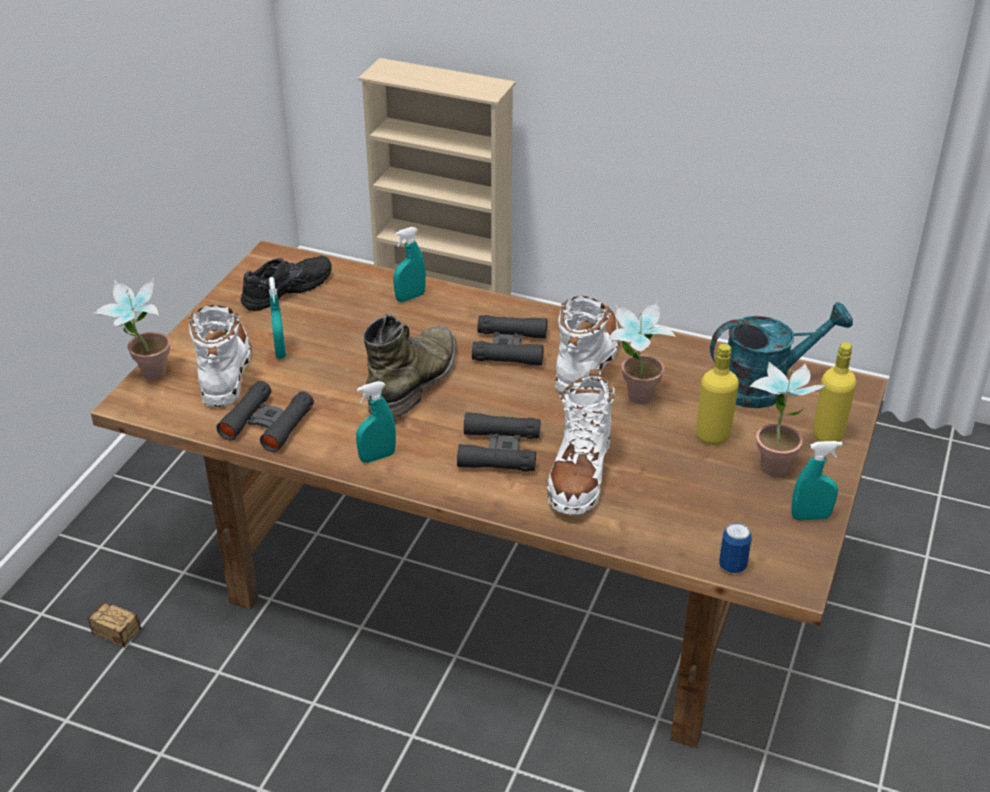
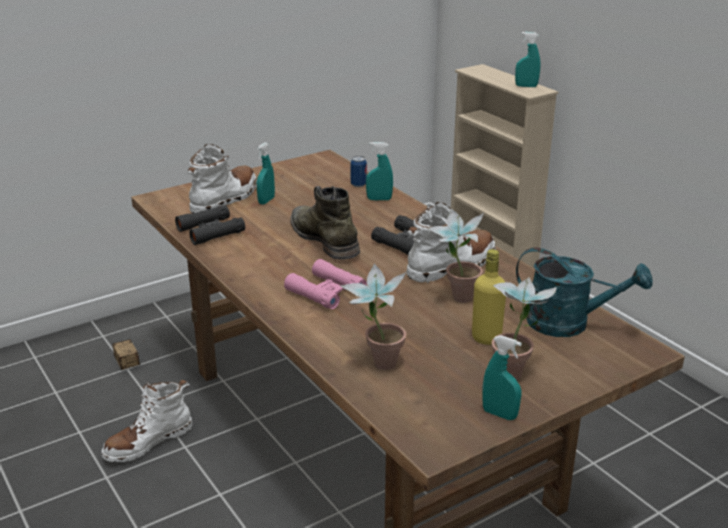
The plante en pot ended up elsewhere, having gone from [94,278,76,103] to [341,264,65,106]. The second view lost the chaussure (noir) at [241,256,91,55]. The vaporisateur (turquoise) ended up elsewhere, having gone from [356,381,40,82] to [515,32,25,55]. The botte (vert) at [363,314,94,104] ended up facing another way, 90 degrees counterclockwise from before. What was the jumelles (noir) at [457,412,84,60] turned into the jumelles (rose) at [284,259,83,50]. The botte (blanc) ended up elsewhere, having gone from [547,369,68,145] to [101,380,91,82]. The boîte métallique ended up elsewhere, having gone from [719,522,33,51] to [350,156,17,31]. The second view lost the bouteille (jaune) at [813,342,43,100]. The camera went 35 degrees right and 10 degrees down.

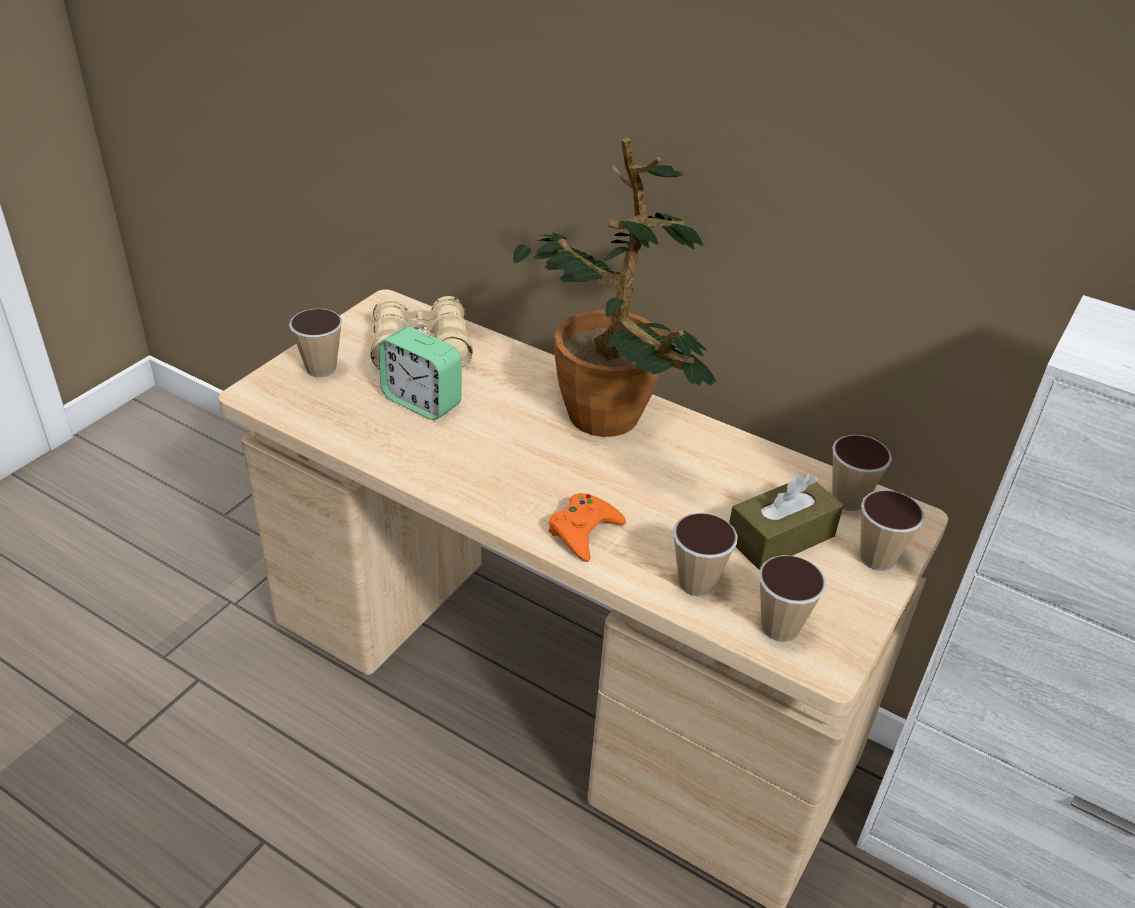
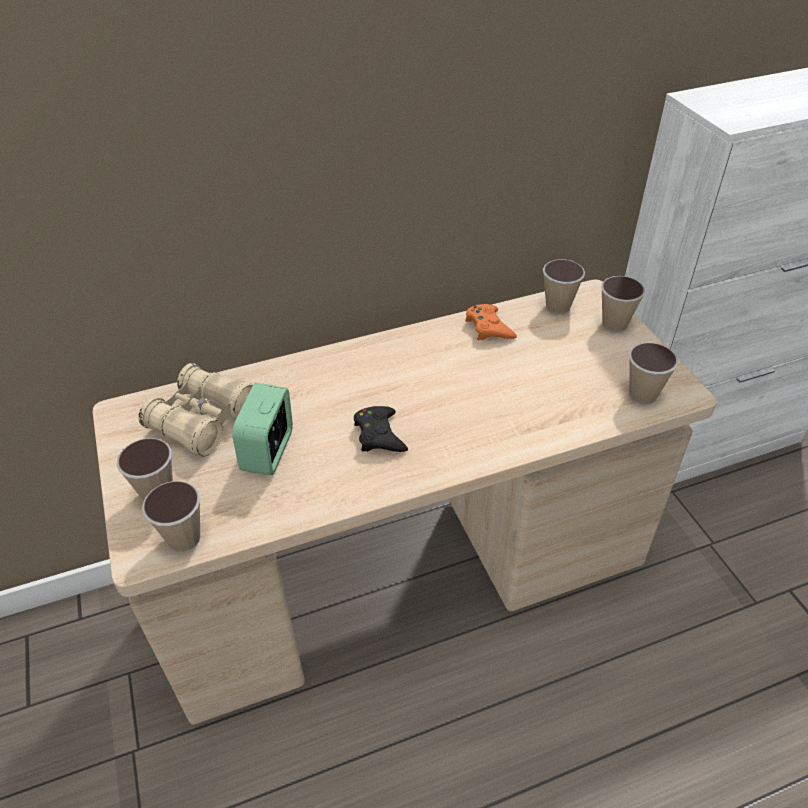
The réveil at [379,327,83,93] ended up facing another way, 120 degrees clockwise from before. The second view lost the plante en pot at [513,137,203,300]. The manette (orange) ended up elsewhere, having gone from [548,493,78,69] to [465,304,52,36]. The tasse ended up elsewhere, having gone from [673,513,65,84] to [142,481,58,71]. The second view lost the boîte à mouchoirs (marron) at [729,473,114,97]. The second view gained the manette (noir) at [354,406,54,46]. The camera went 50 degrees left and 5 degrees up.

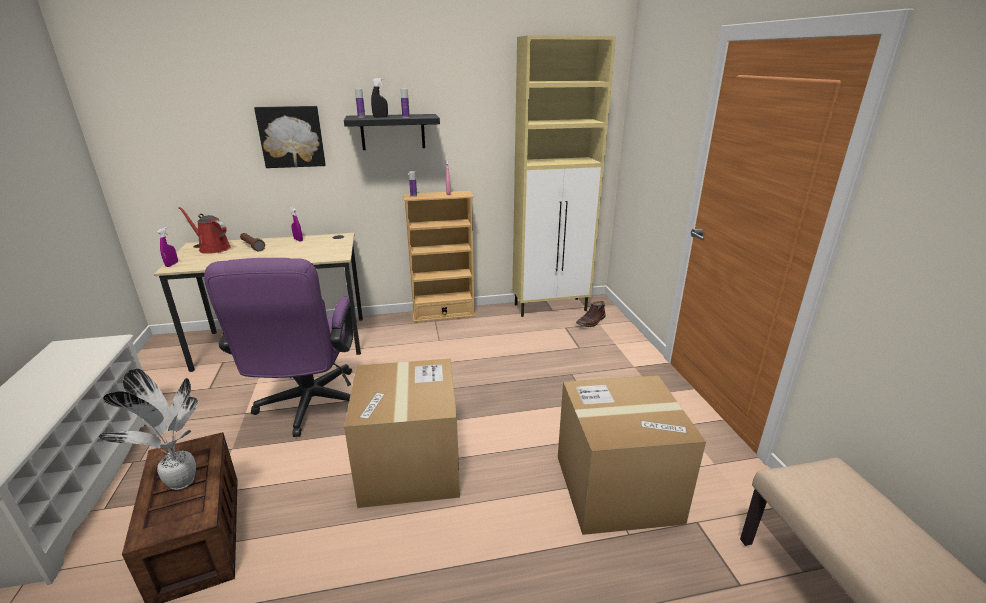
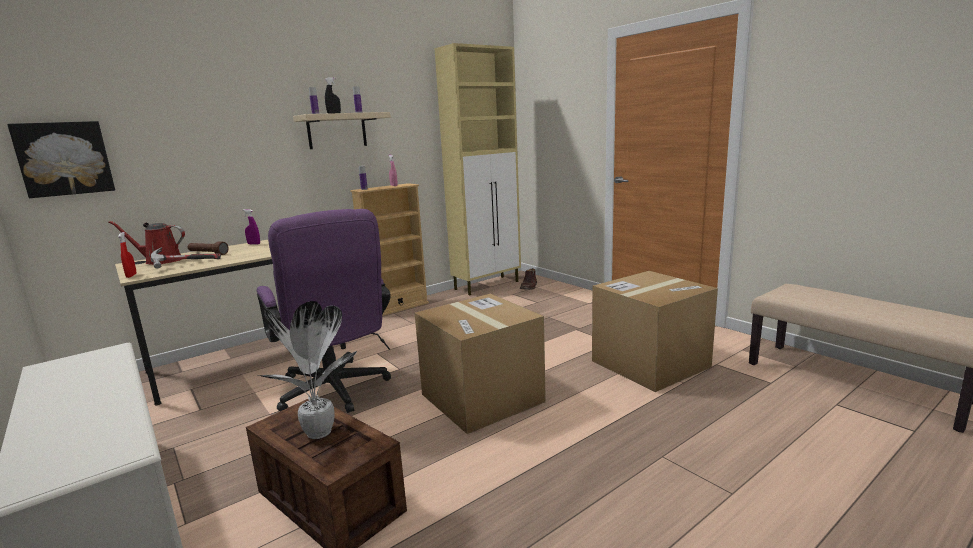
What was the vaporisateur (violet) at [157,227,21,40] turned into the vaporisateur (rouge) at [118,232,19,46]. The tableau ended up elsewhere, having gone from [254,106,72,62] to [7,121,108,77]. What was the étagère (noir) at [344,114,96,36] turned into the étagère (beige) at [293,112,98,37]. The second view gained the marteau at [151,247,70,22]. The camera went 25 degrees left and 10 degrees down.

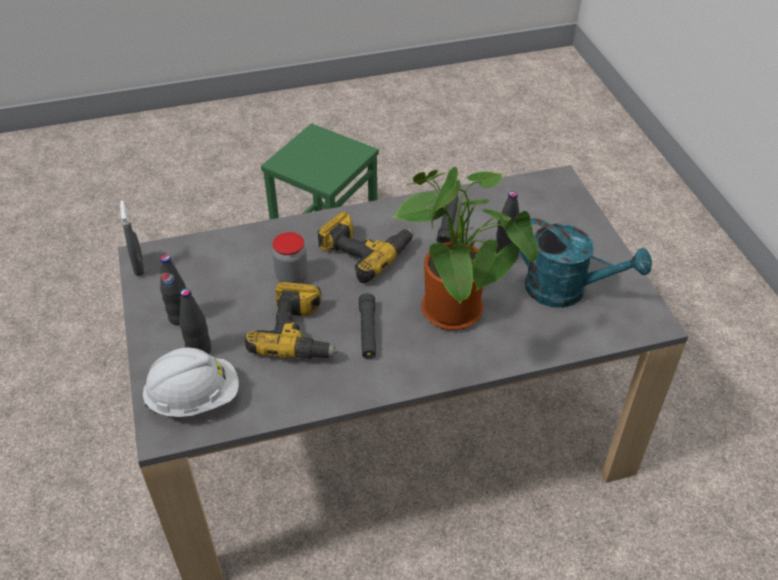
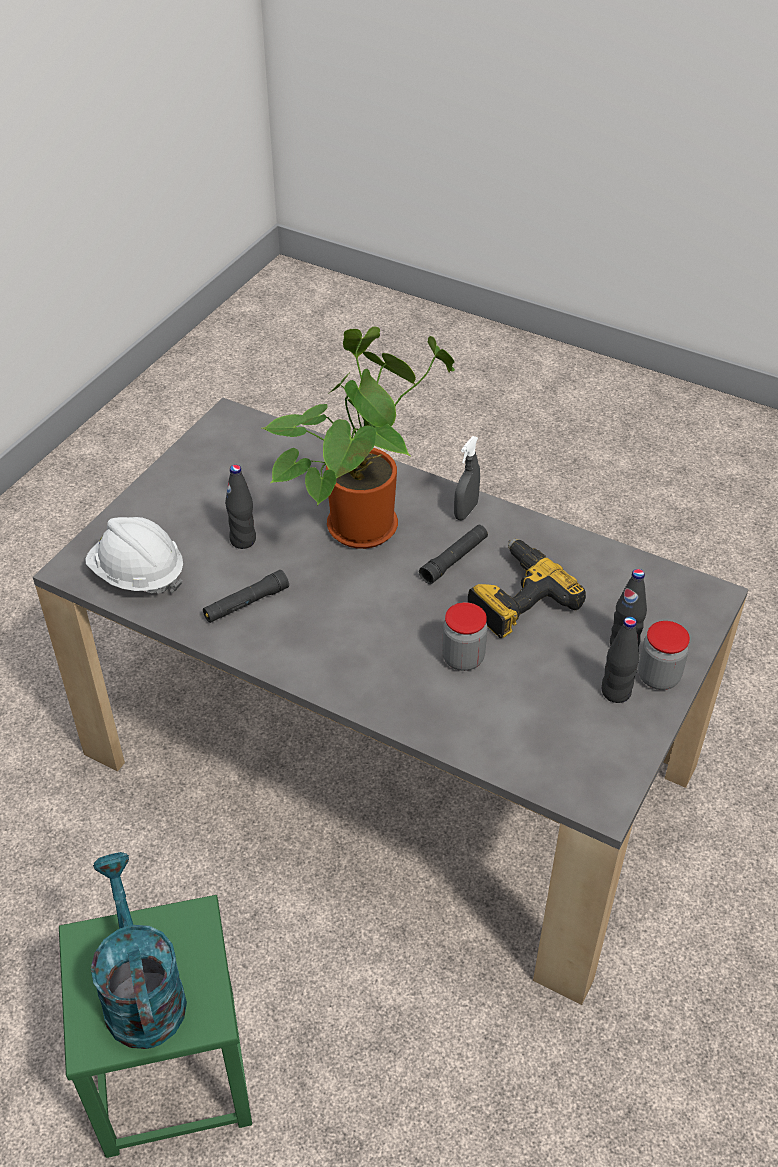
The vaporisateur (gris) ended up elsewhere, having gone from [120,200,24,76] to [454,436,26,84]. The casque de chantier (blanc) ended up elsewhere, having gone from [143,347,96,70] to [85,517,98,76]. The second view lost the perceuse at [317,211,97,72]. The arrosoir (turquoise) ended up elsewhere, having gone from [519,218,133,90] to [91,852,96,197]. The second view gained the bocal at [638,621,52,69]. The camera went 135 degrees left and 0 degrees up.

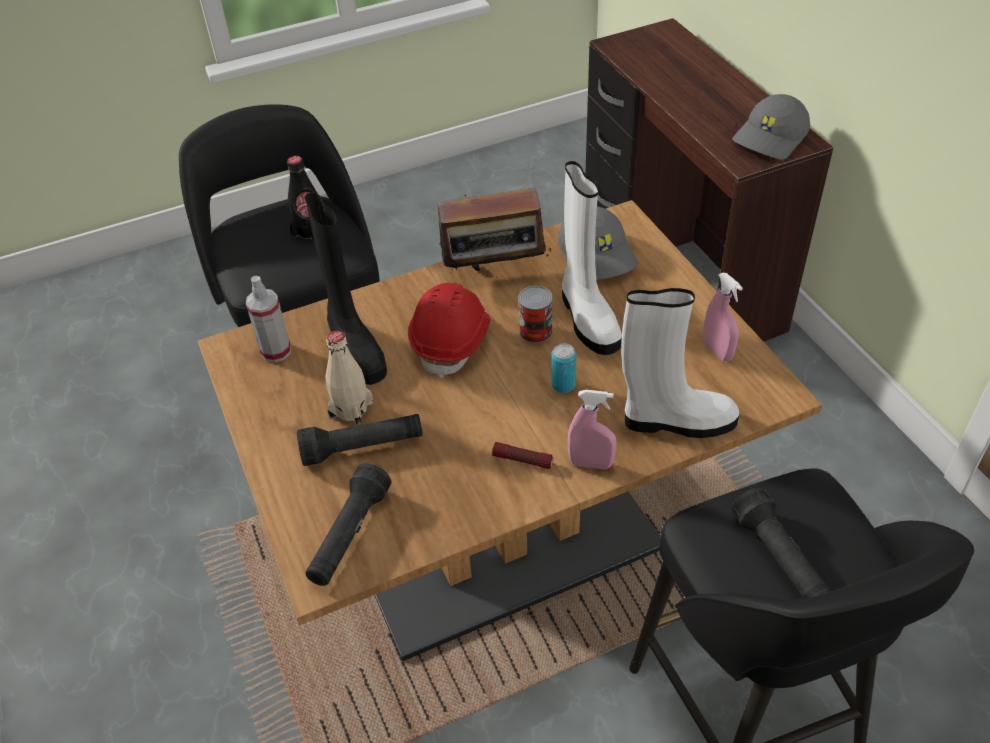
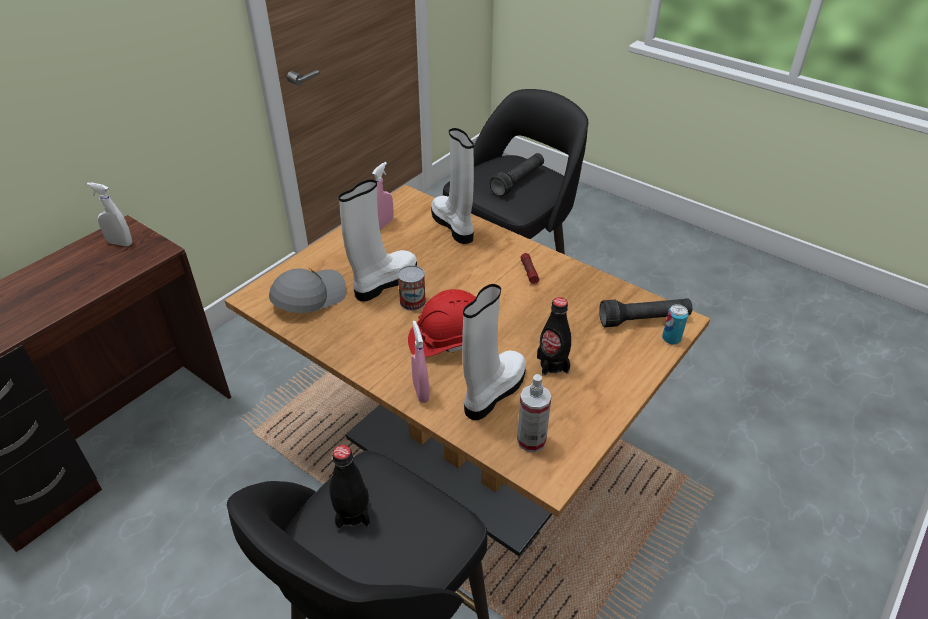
The second view lost the lampe de poche (noir) at [297,414,126,52]. What was the botte (noir) at [305,192,82,193] turned into the botte (blanc) at [462,284,64,136]. What was the bouteille (beige) at [325,330,48,96] turned into the bouteille (noir) at [537,297,34,79]. The second view lost the radio at [427,188,125,85]. The boîte métallique ended up elsewhere, having gone from [551,344,25,49] to [662,304,26,41]. The vaporisateur (rose) ended up elsewhere, having gone from [568,390,49,79] to [411,321,18,82]. Where the casquette (gris) stood at [732,94,78,66], the vaporisateur (blanc) came to stand at [87,182,45,64]. The camera went 120 degrees left and 5 degrees down.

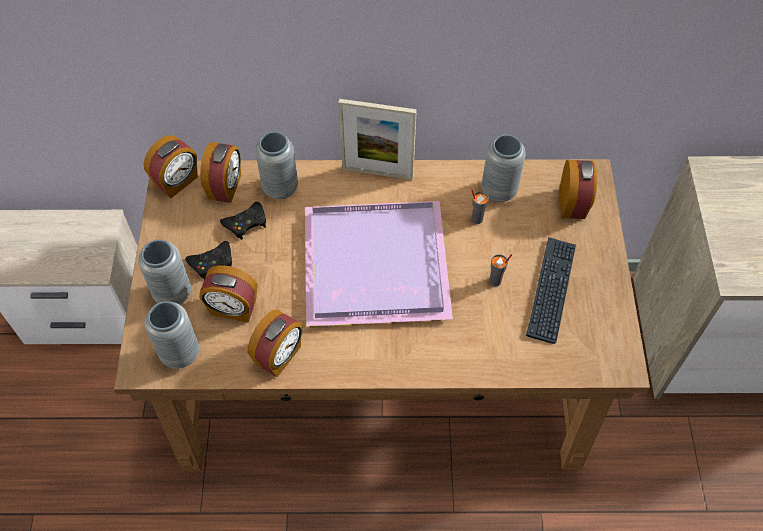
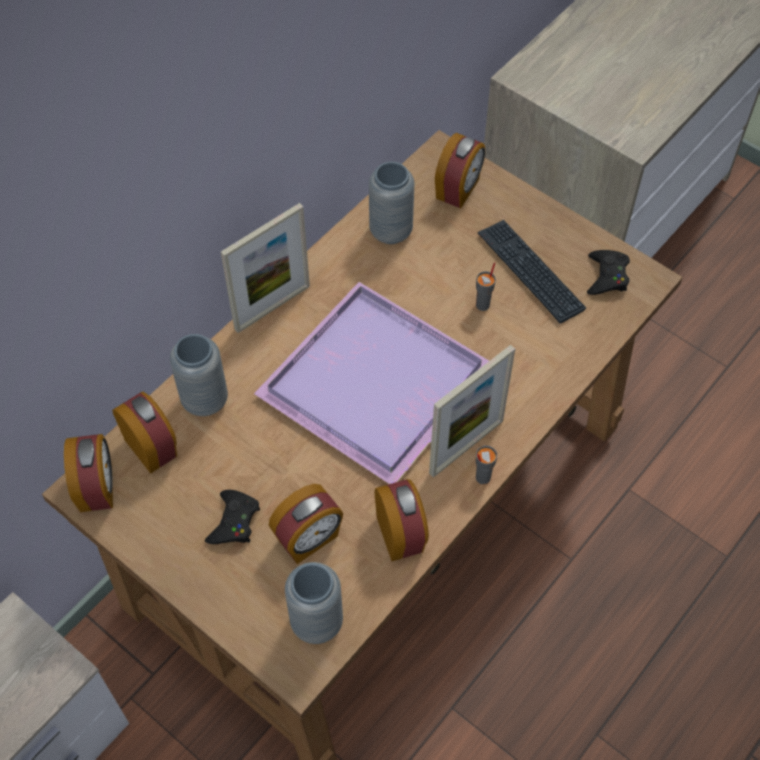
The second view lost the vase (gris) at [138,240,53,65]. The manette (noir) ended up elsewhere, having gone from [220,202,46,38] to [587,250,43,45]. The tasse (gris) ended up elsewhere, having gone from [471,189,18,35] to [476,446,21,38]. The réveil at [559,160,38,59] ended up facing another way, 75 degrees clockwise from before. The second view gained the cadre photo at [429,345,86,132]. The camera went 50 degrees left and 0 degrees up.

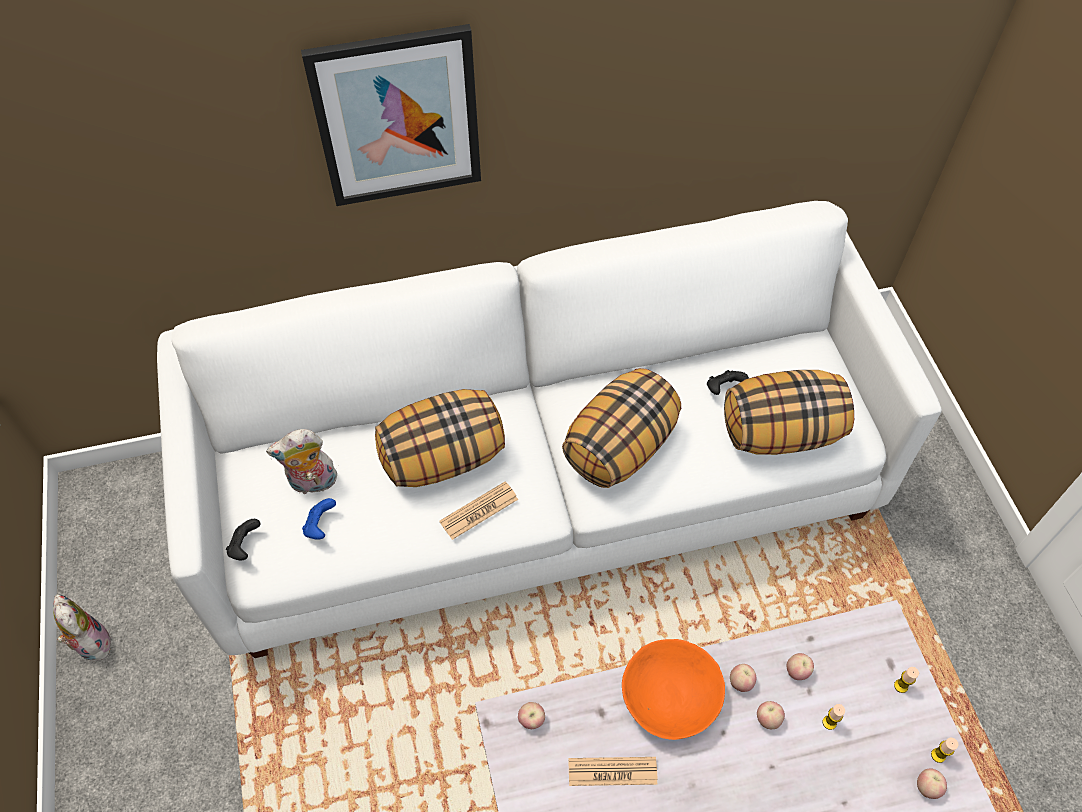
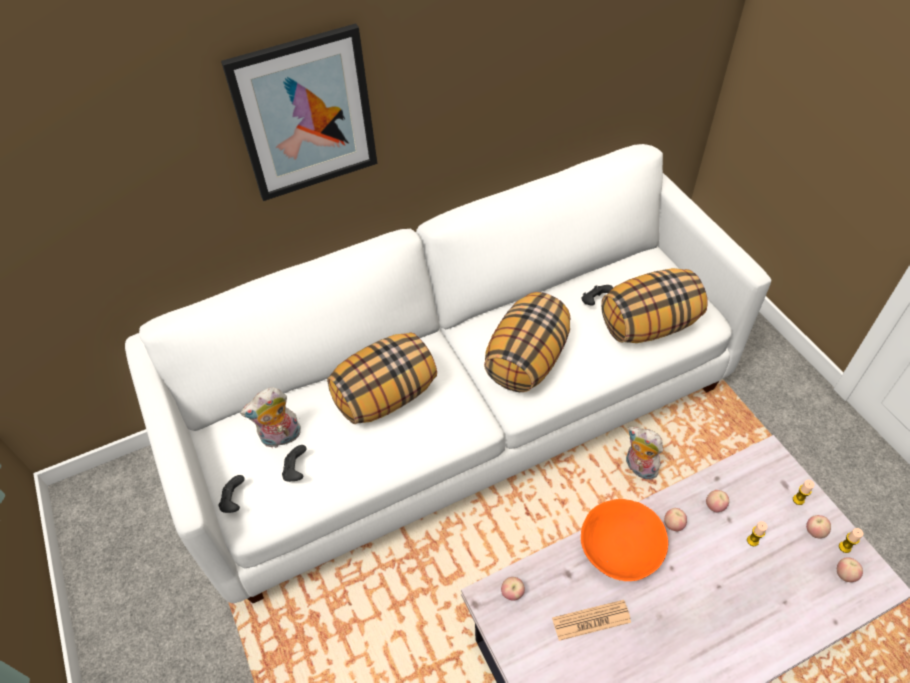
The peluche ended up elsewhere, having gone from [53,594,58,67] to [626,427,37,53]. What was the manette (bleu) at [302,498,34,42] turned into the manette (noir) at [282,445,25,37]. The second view lost the journal at [439,481,79,59]. The pomme ended up elsewhere, having gone from [757,701,28,28] to [806,515,25,23]. The camera went 10 degrees left and 5 degrees down.

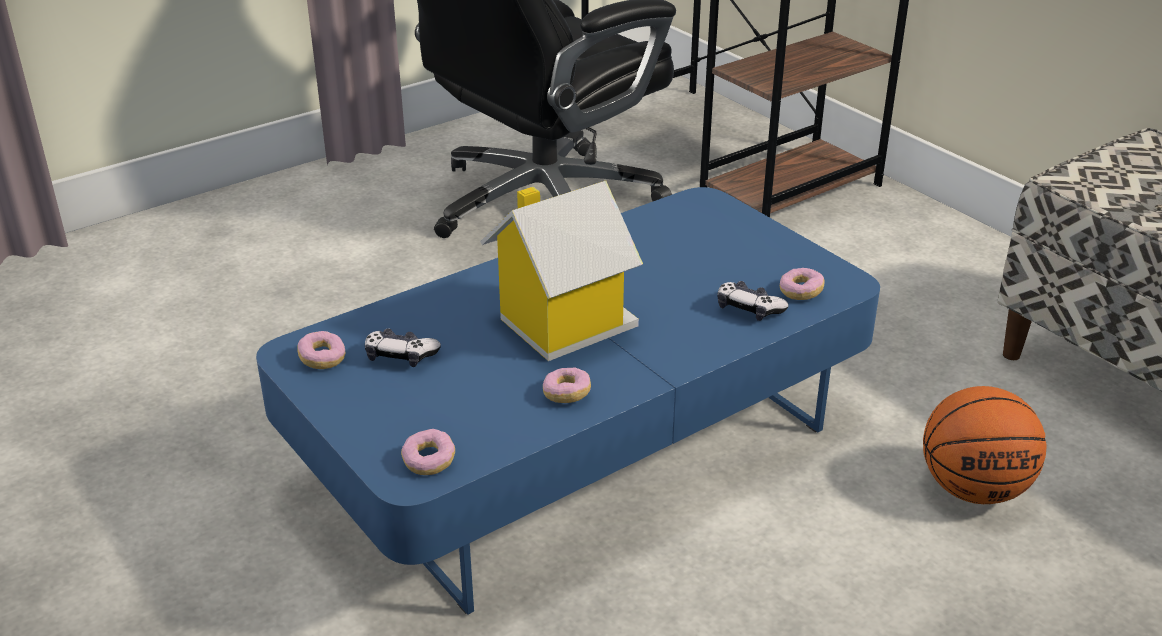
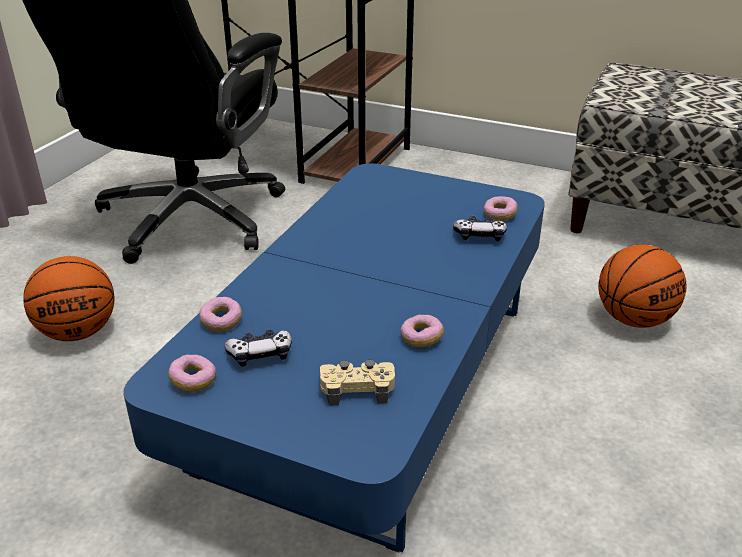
The beignet ended up elsewhere, having gone from [401,429,54,46] to [199,297,43,35]. The second view lost the maison miniature at [480,181,163,180]. The second view gained the ballon de basket at [23,256,91,85]. The second view gained the manette (beige) at [320,360,75,46]. The camera went 30 degrees left and 0 degrees up.

